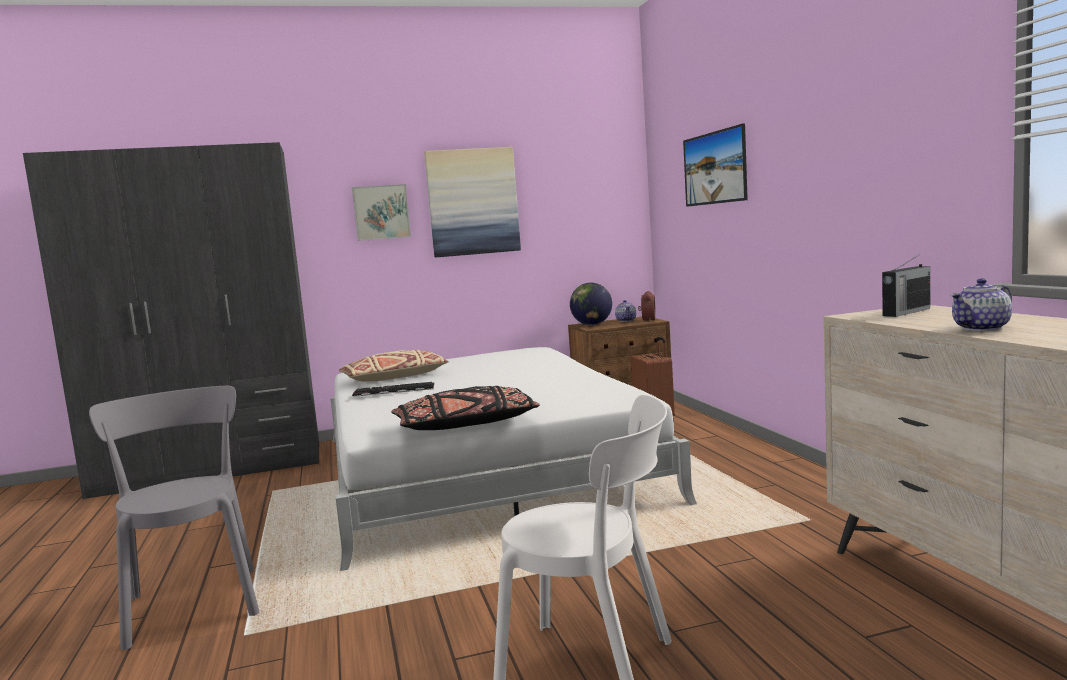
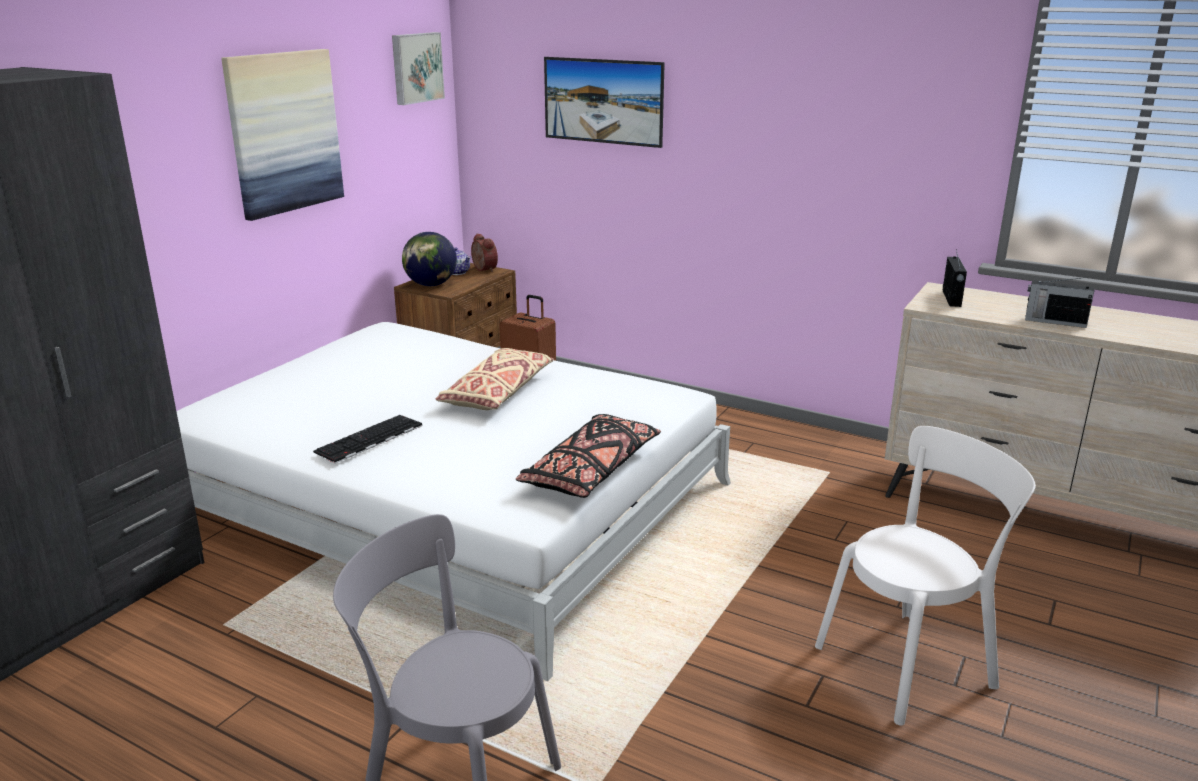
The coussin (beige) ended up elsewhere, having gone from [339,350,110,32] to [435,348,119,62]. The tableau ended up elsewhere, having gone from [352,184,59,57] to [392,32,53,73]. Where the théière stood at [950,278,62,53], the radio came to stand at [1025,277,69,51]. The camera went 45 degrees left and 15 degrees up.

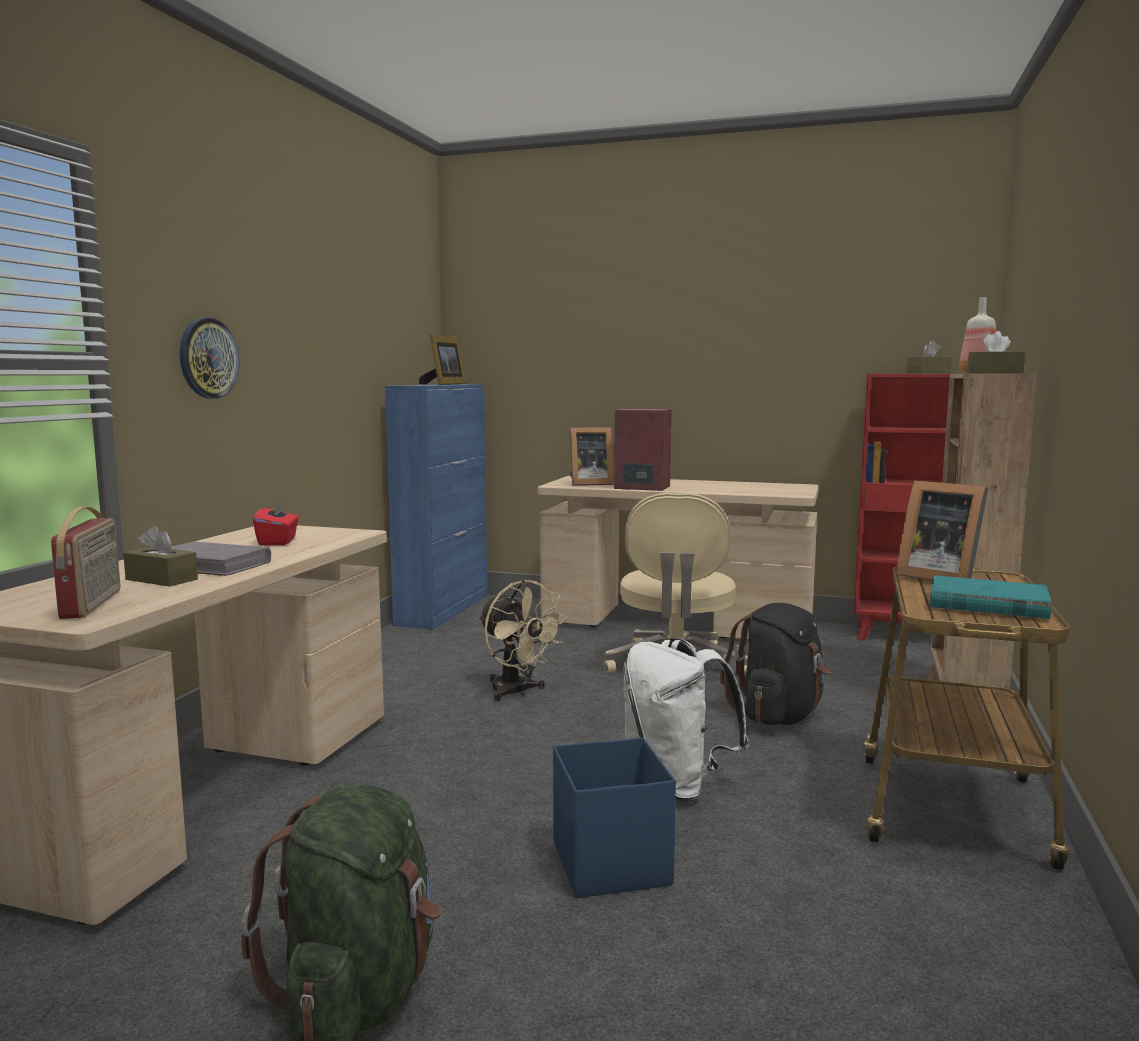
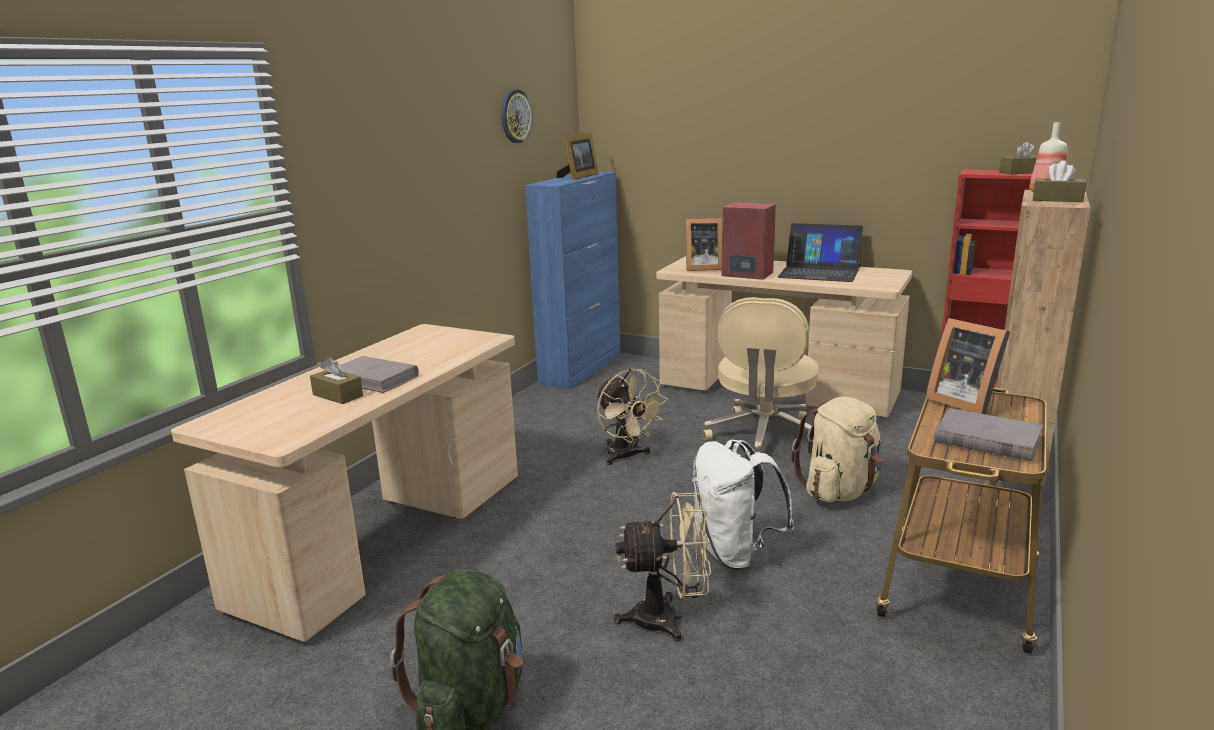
The second view lost the radio at [51,507,70,112]. The horloge murale ended up elsewhere, having gone from [180,318,59,81] to [501,90,32,53]. The second view lost the boîte à mouchoirs (rouge) at [253,498,46,48]. Where the boîte de rangement (bleu) stood at [553,737,123,161], the ventilateur (beige) came to stand at [614,492,97,150]. What was the sac à dos (noir) at [720,603,110,122] turned into the sac à dos (beige) at [791,397,92,105]. What was the livre (turquoise) at [930,575,122,44] turned into the livre (gris) at [934,408,109,53]. The second view gained the ordinateur portable at [778,223,85,59]. The camera went 10 degrees right and 10 degrees up.

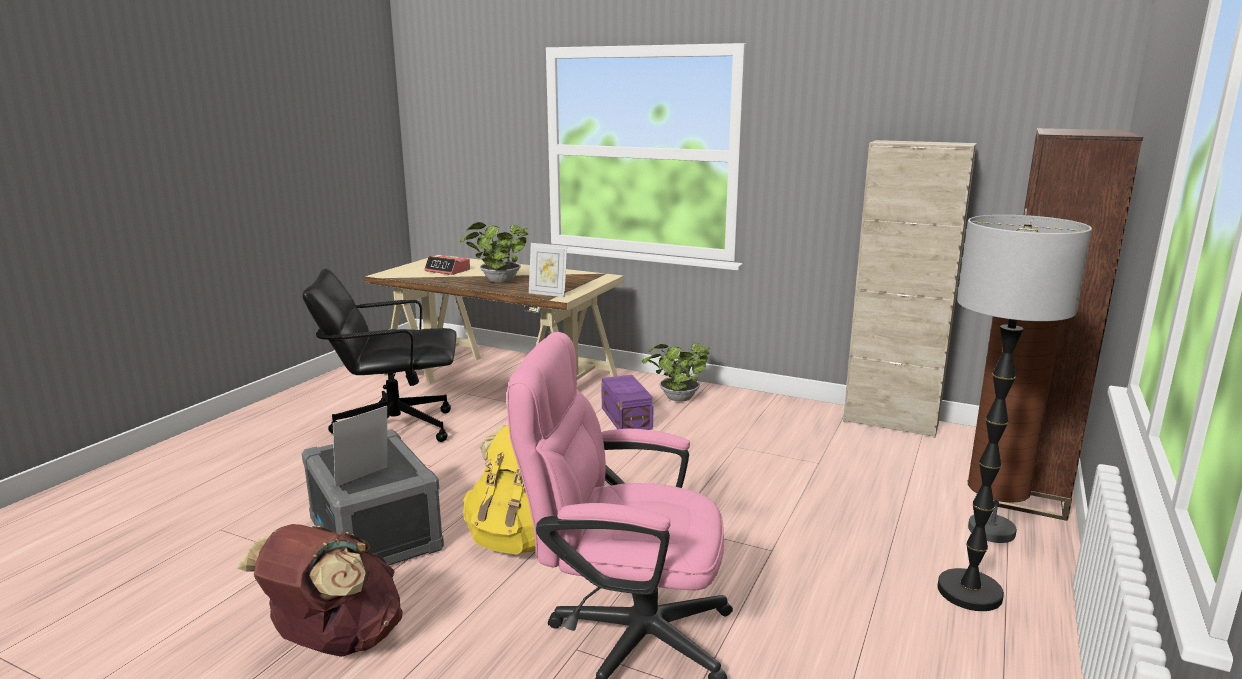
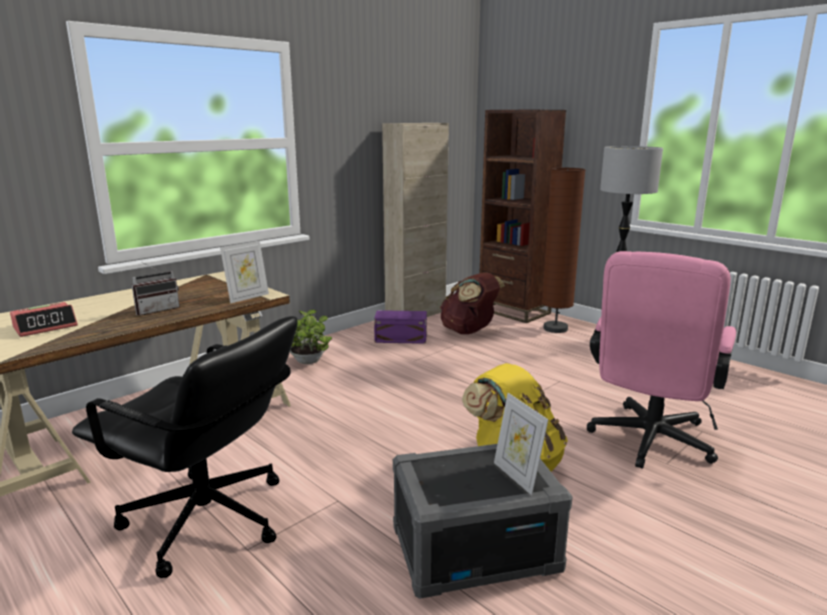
The sac à dos (marron) ended up elsewhere, having gone from [237,524,166,133] to [440,272,65,62]. The chaise de bureau (noir) at [303,269,154,173] ended up facing another way, 75 degrees counterclockwise from before. Where the plante en pot stood at [460,222,68,61], the radio came to stand at [132,262,48,53]. The boîte de rangement (violet) ended up elsewhere, having gone from [601,375,53,55] to [374,310,53,34]. The camera went 70 degrees left and 0 degrees up.

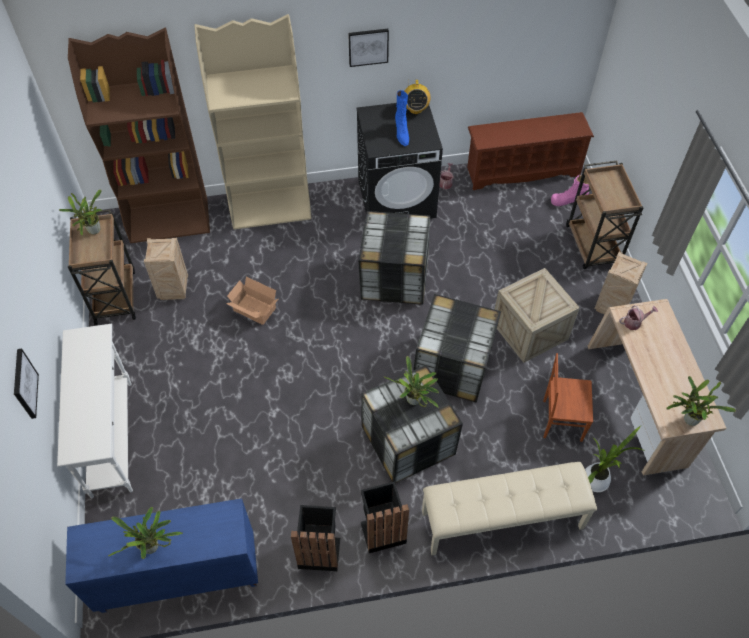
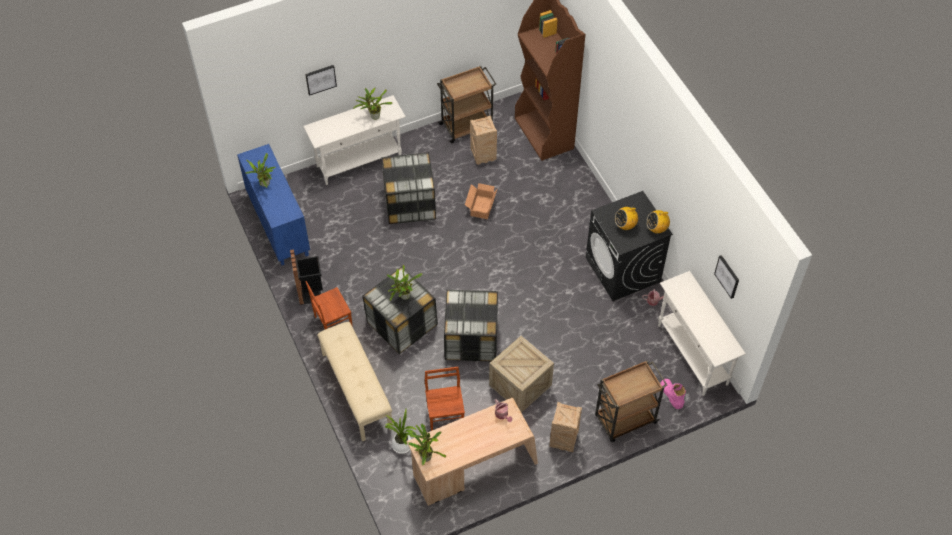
The plante en pot ended up elsewhere, having gone from [59,190,43,46] to [353,88,40,32]. The second view lost the bibliothèque (beige) at [194,14,118,215]. The tableau ended up elsewhere, having gone from [348,29,41,38] to [714,255,25,44]. The boîte de rangement ended up elsewhere, having gone from [358,211,72,94] to [381,152,55,72]. Where the poubelle (noir) stood at [361,481,48,72], the chaise (marron) came to stand at [306,281,47,48]. Where the botte (bleu) stood at [395,90,14,56], the radio came to stand at [615,207,23,23]. Where the étagère à chaussures (marron) stood at [467,112,127,78], the table console (blanc) came to stand at [658,271,88,125]. The camera went 75 degrees right and 0 degrees up.

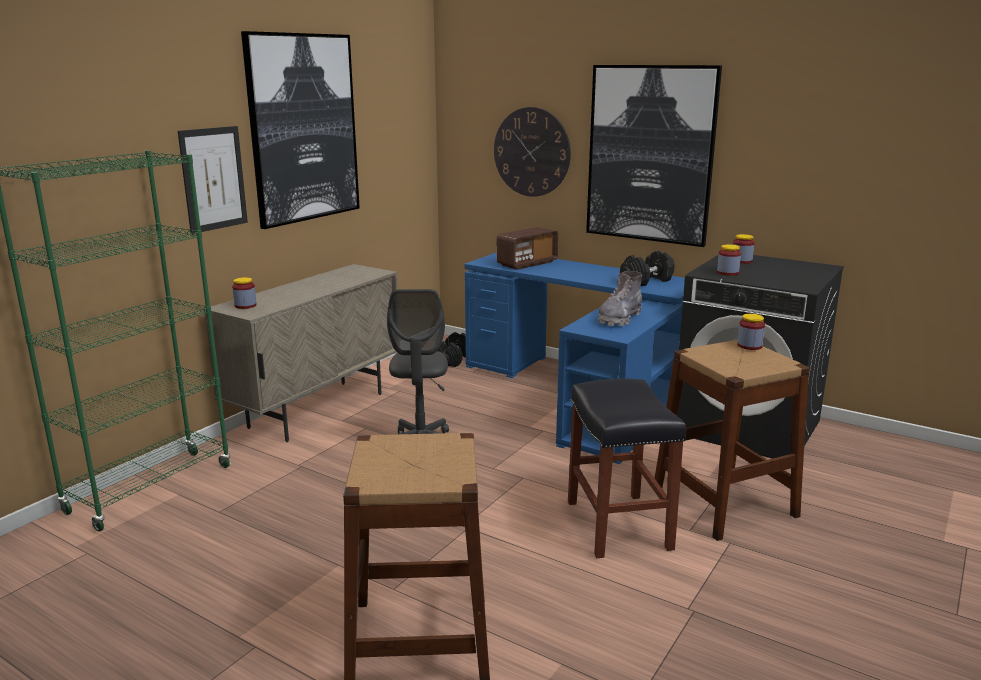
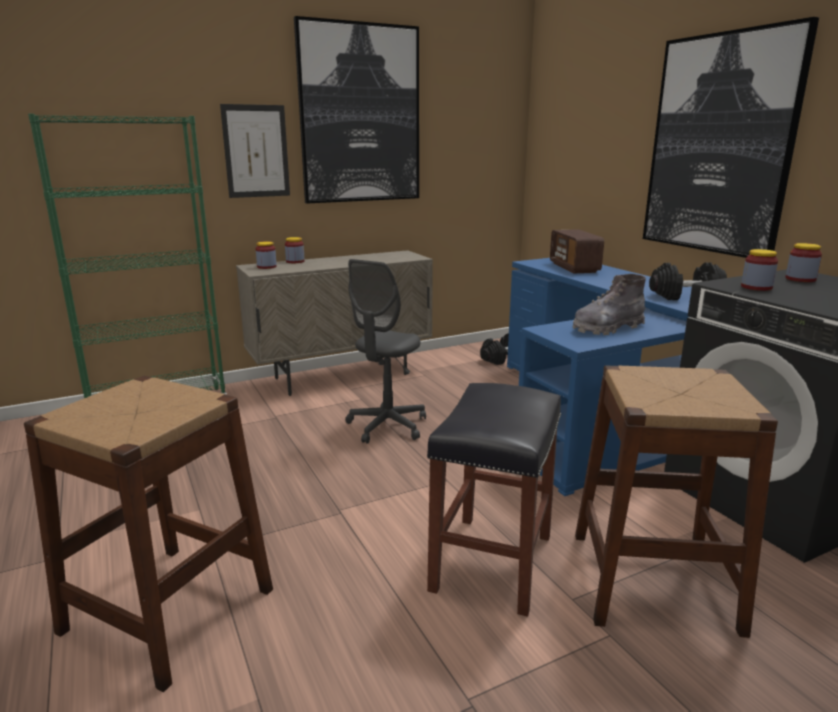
The second view lost the horloge murale at [494,107,77,90]. The radio at [497,227,62,43] ended up facing another way, 90 degrees clockwise from before. The bocal ended up elsewhere, having gone from [737,314,28,36] to [285,237,20,26]. The camera went 30 degrees right and 0 degrees up.

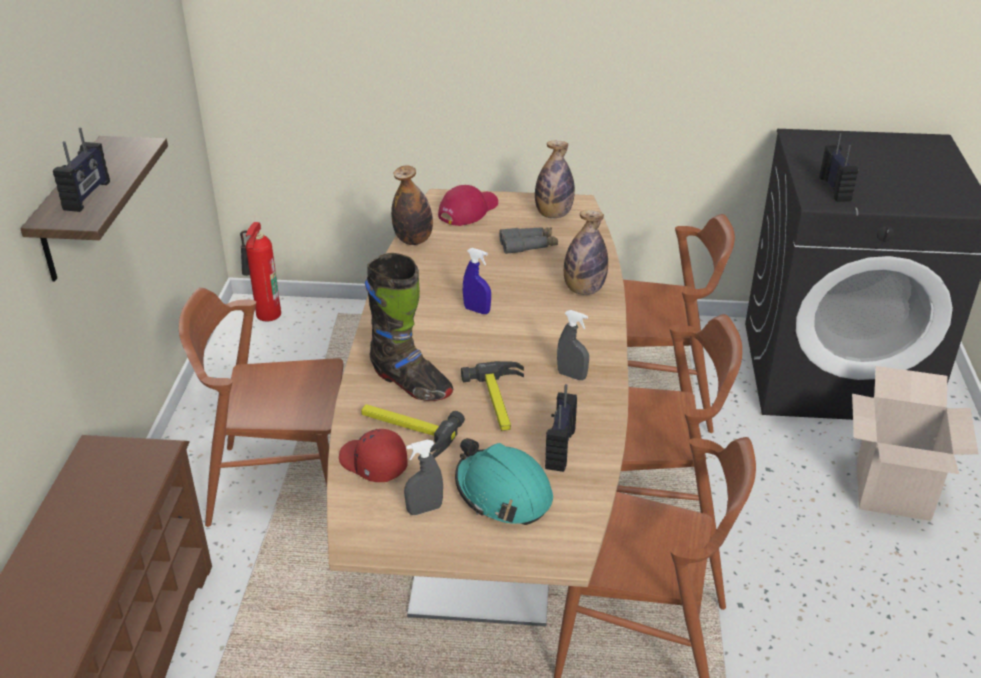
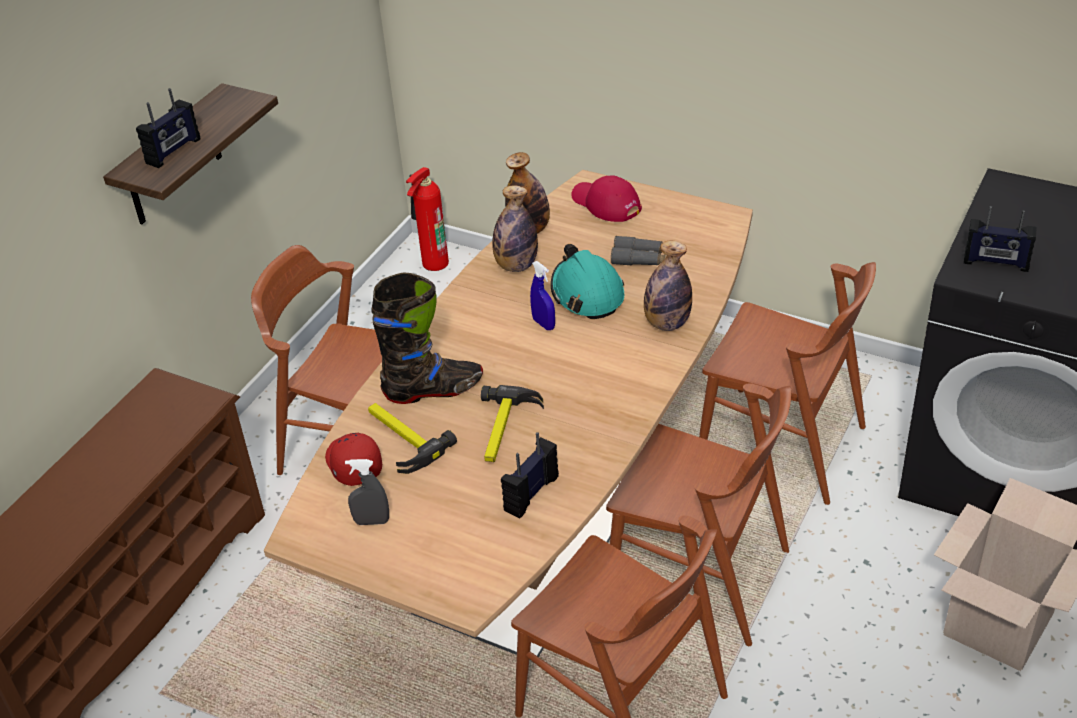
The botte (noir) at [365,253,88,148] ended up facing another way, 75 degrees counterclockwise from before. The casquette (rouge) at [438,185,60,41] ended up facing another way, 105 degrees counterclockwise from before. The casque de chantier (turquoise) ended up elsewhere, having gone from [455,438,98,87] to [551,244,73,75]. The bouteille ended up elsewhere, having gone from [535,141,40,77] to [492,185,46,87]. The second view lost the vaporisateur (gris) at [557,310,32,70]. The radio at [819,133,39,69] ended up facing another way, 90 degrees clockwise from before. The camera went 25 degrees right and 5 degrees up.

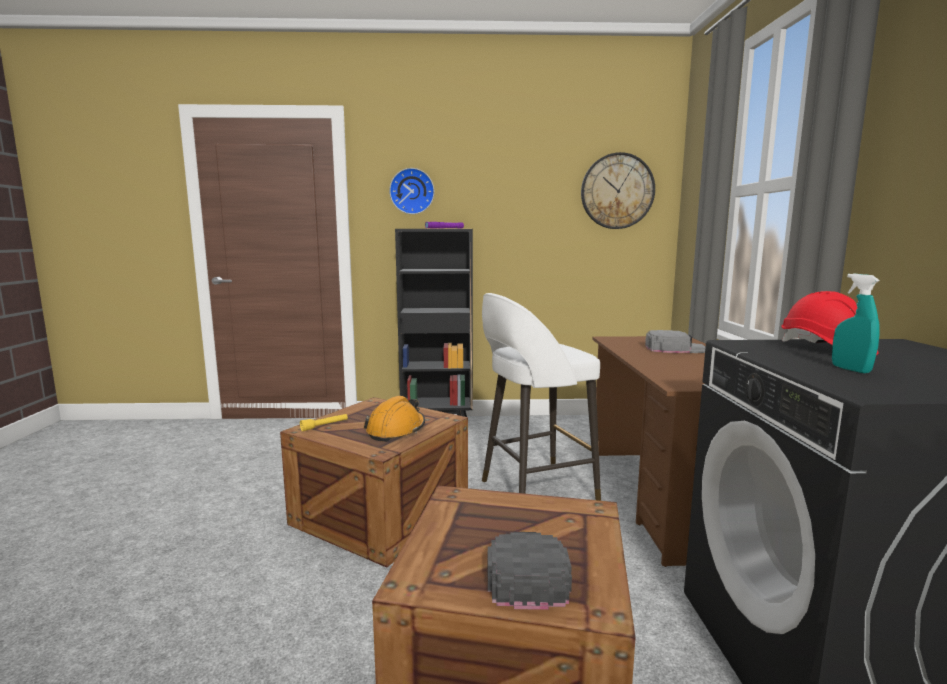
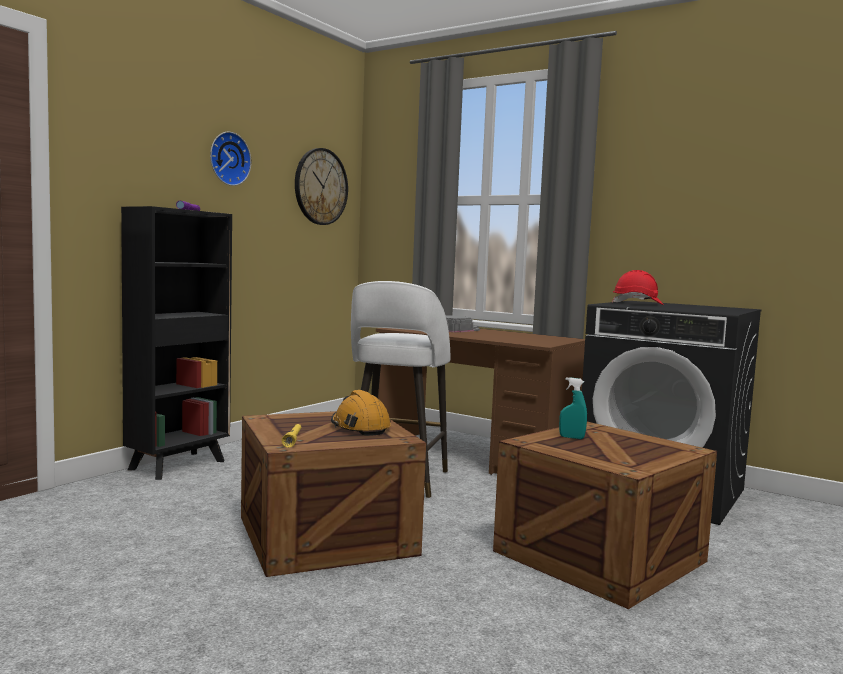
The horloge murale ended up elsewhere, having gone from [389,168,45,46] to [210,132,41,54]. The second view lost the casquette (noir) at [488,532,84,78]. The vaporisateur (turquoise) ended up elsewhere, having gone from [832,274,48,99] to [559,377,28,62]. The camera went 55 degrees left and 5 degrees down.

